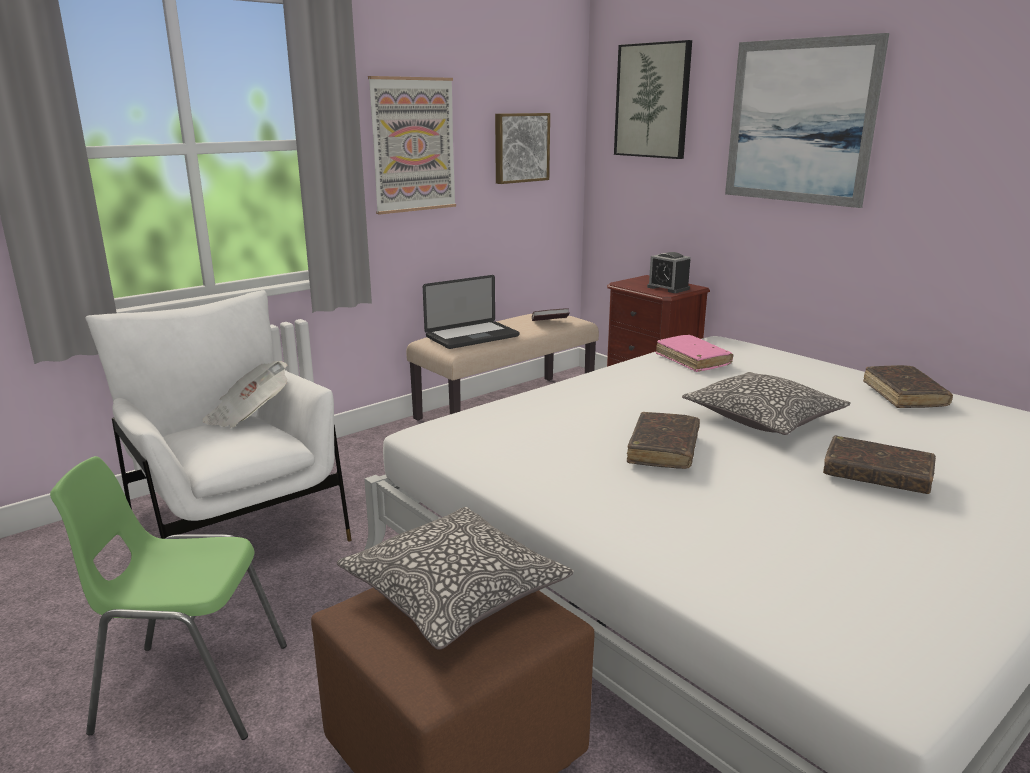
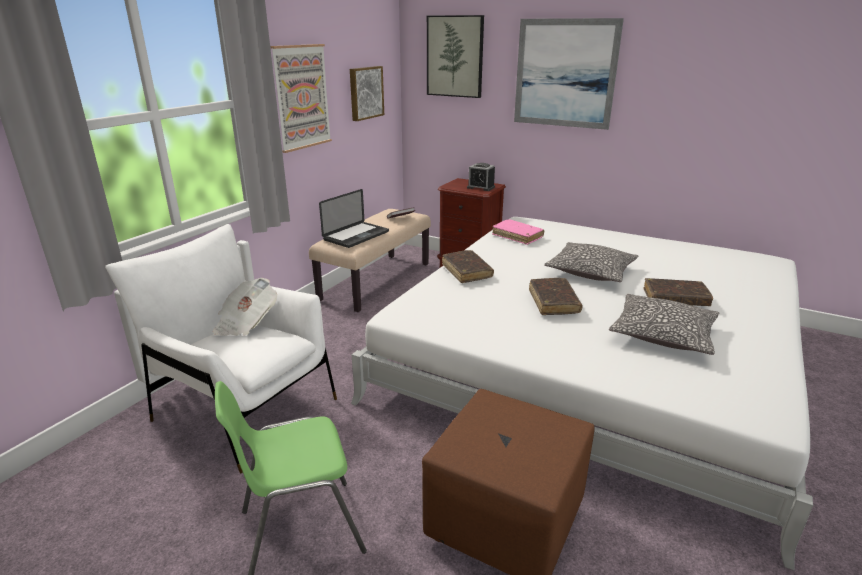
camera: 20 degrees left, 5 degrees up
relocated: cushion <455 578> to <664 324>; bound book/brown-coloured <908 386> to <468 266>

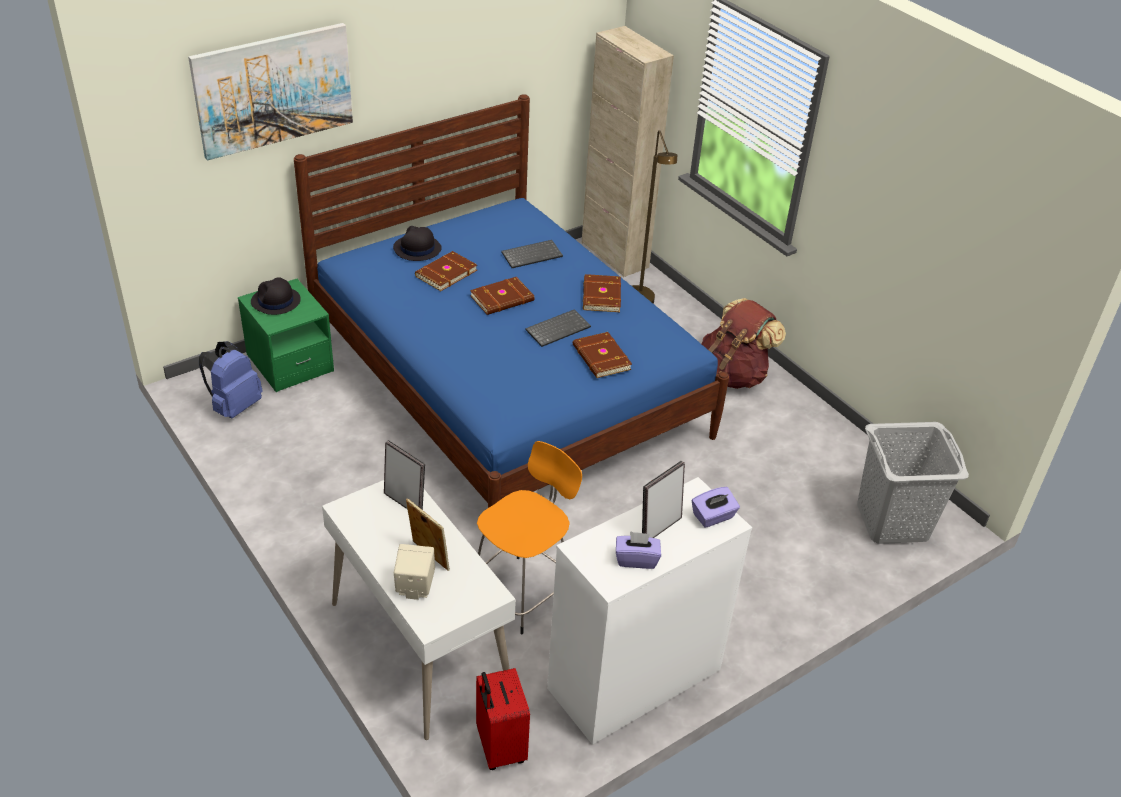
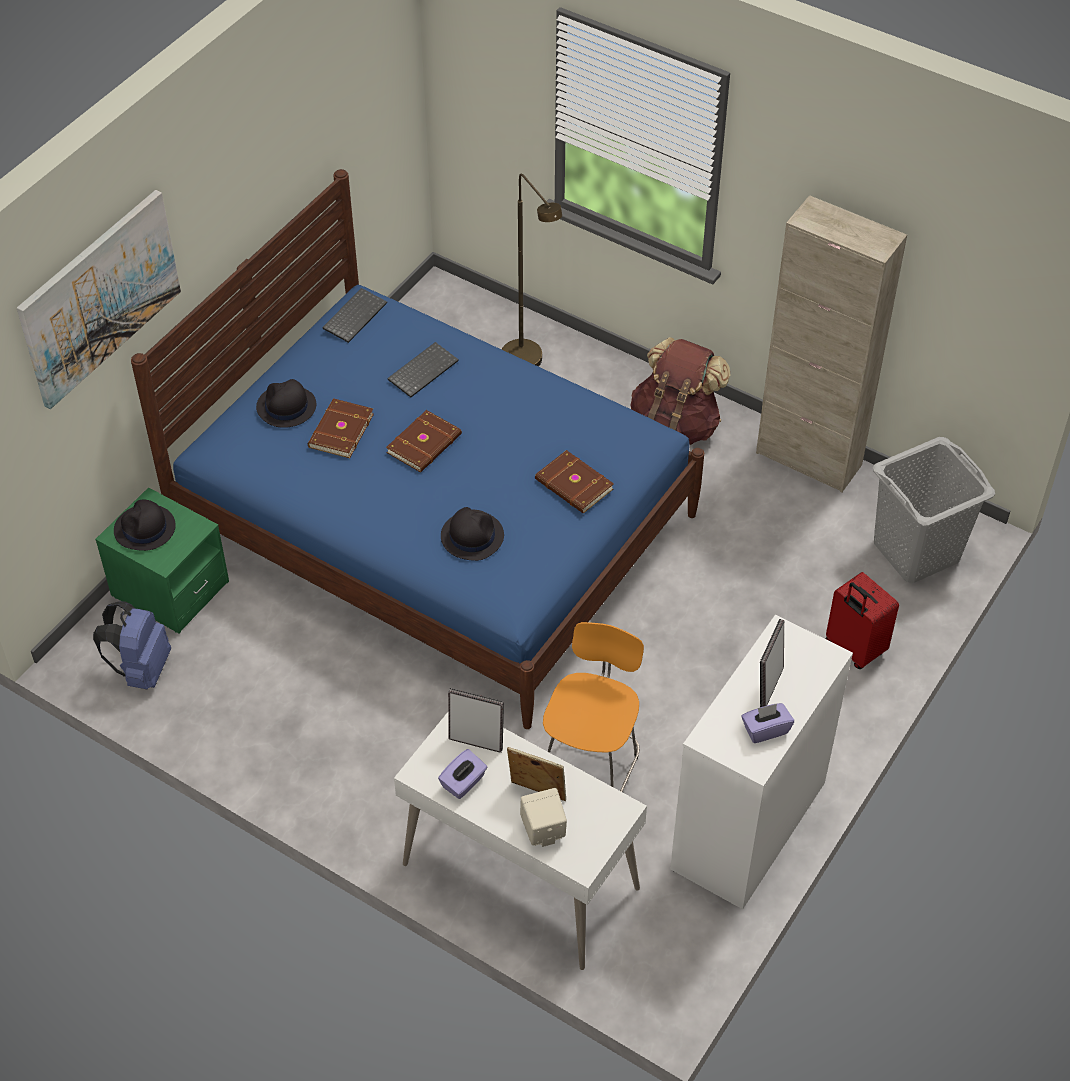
camera: 20 degrees left, 10 degrees up
missing: bound book/brown-coloured <602 293>
appeared: wearable hat/black-coloured <472 534>
relocated: piece of luggage/red <503 719> to <862 620>; computer keyboard <558 328> to <354 315>; storage cabinet/beige-coloured <628 151> to <831 343>; box of tissues/purple-coloured <716 507> to <462 774>

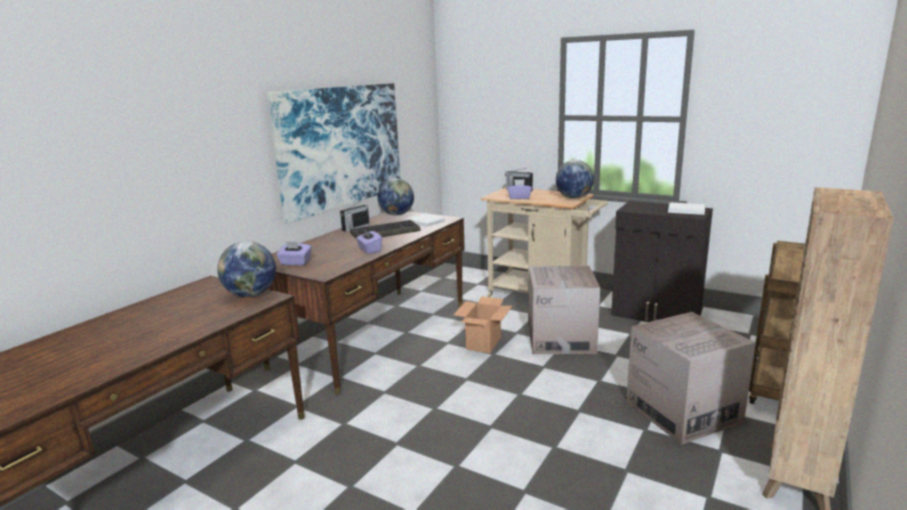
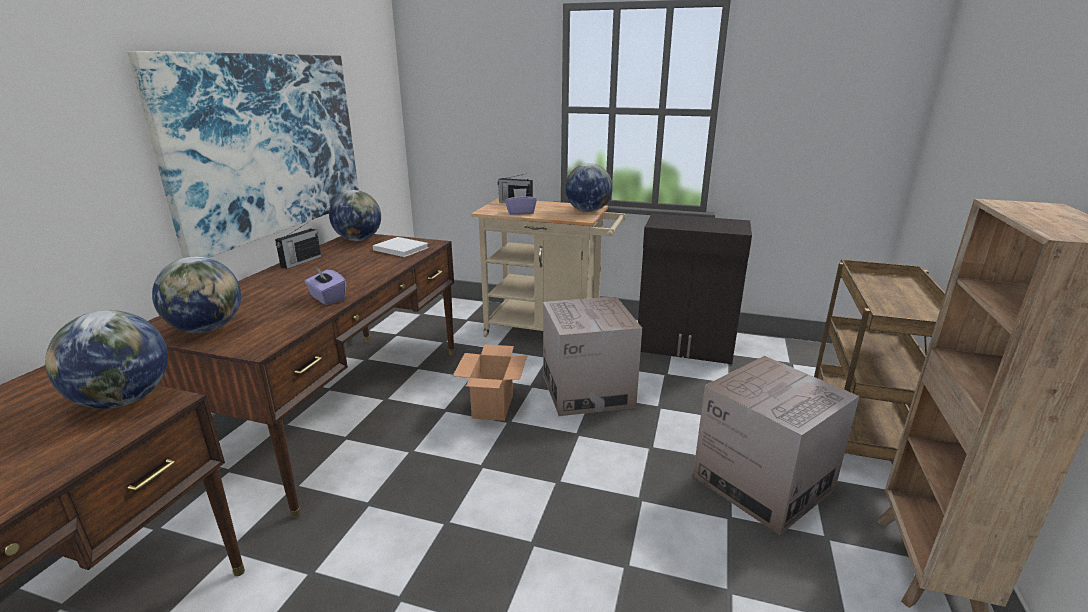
camera: 15 degrees left, 5 degrees up
missing: computer keyboard <385 229>; bound book/white-coloured <686 208>
exchanged: box of tissues/purple-coloured <294 253> to world globe <196 294>

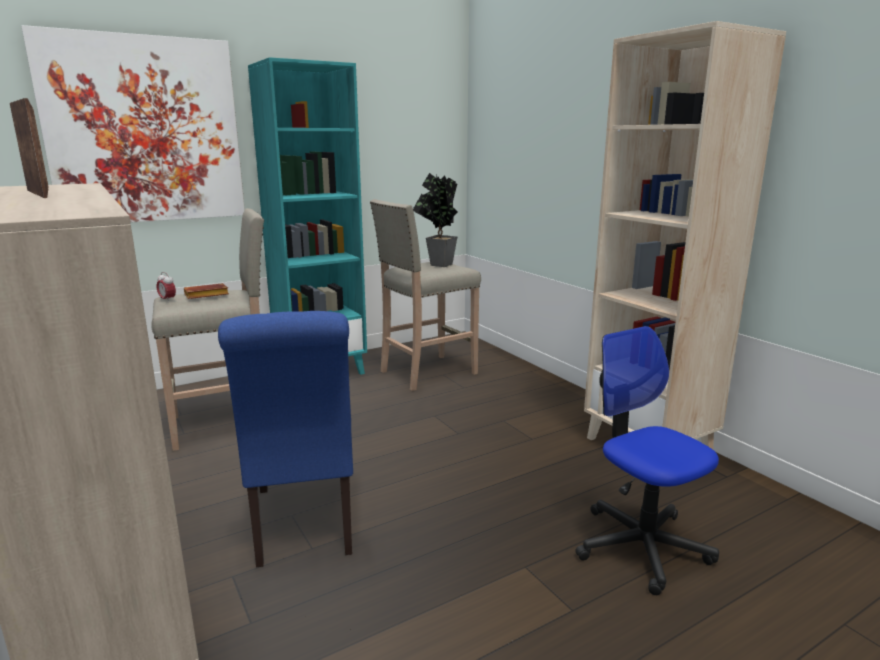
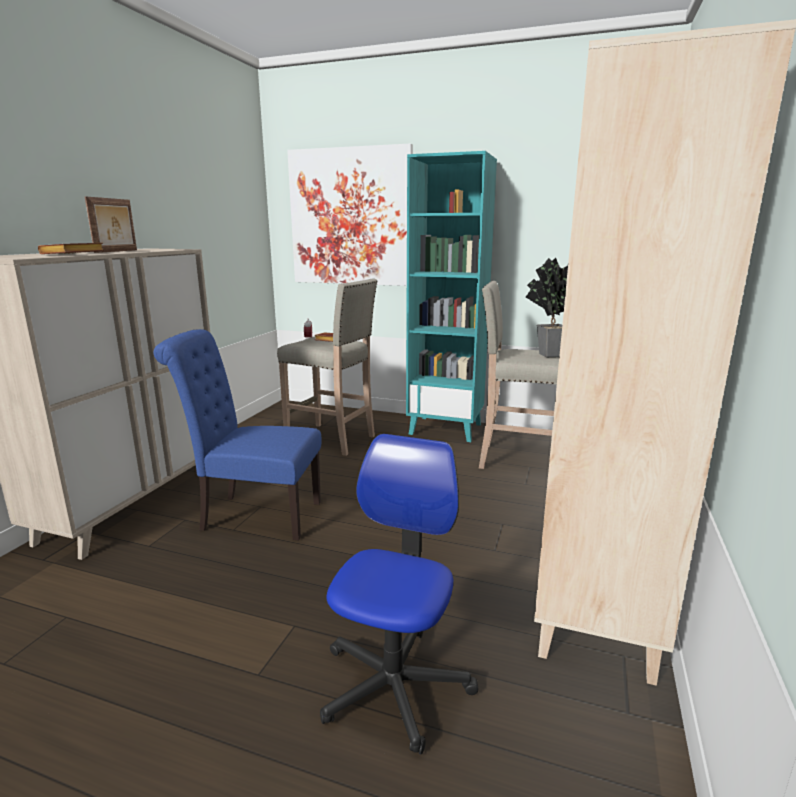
camera: 50 degrees right, 0 degrees up
appeared: bound book/brown-coloured <71 248>
spun: chair/blue <285 439> = <237 434> 60 degrees clockwise

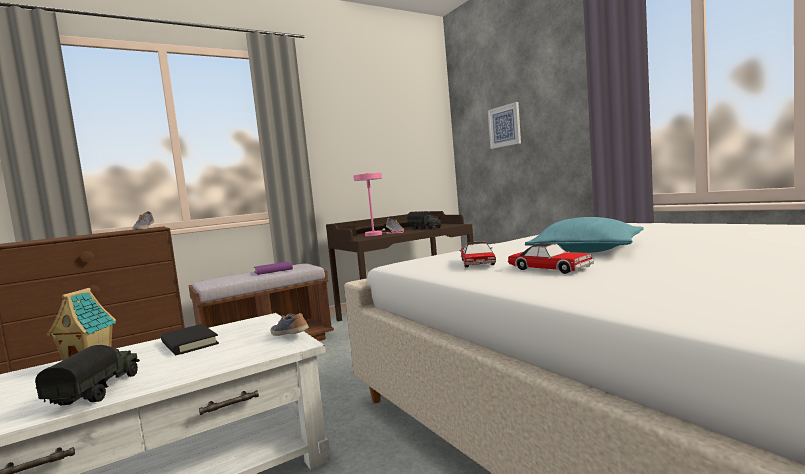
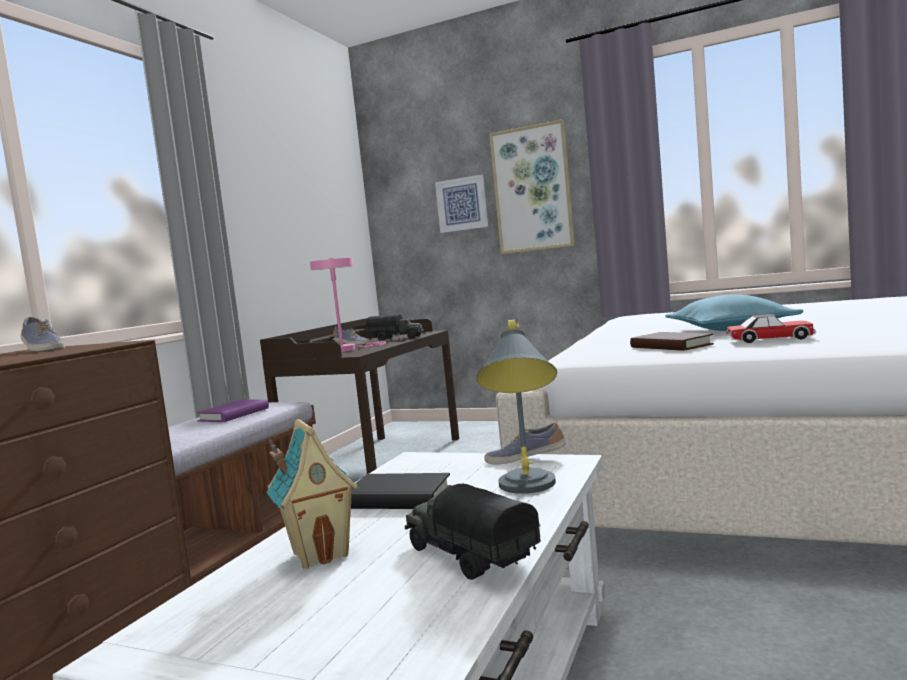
camera: 35 degrees left, 0 degrees up
appeared: table lamp/gray <516 407>; wall picture <532 186>
exchanged: miniature car <477 254> to bound book/brown-coloured <672 341>

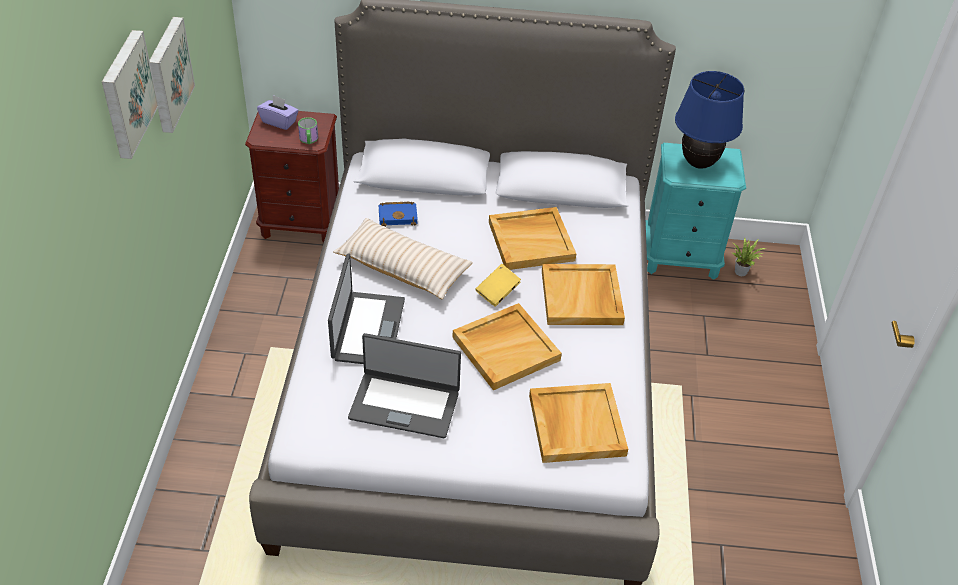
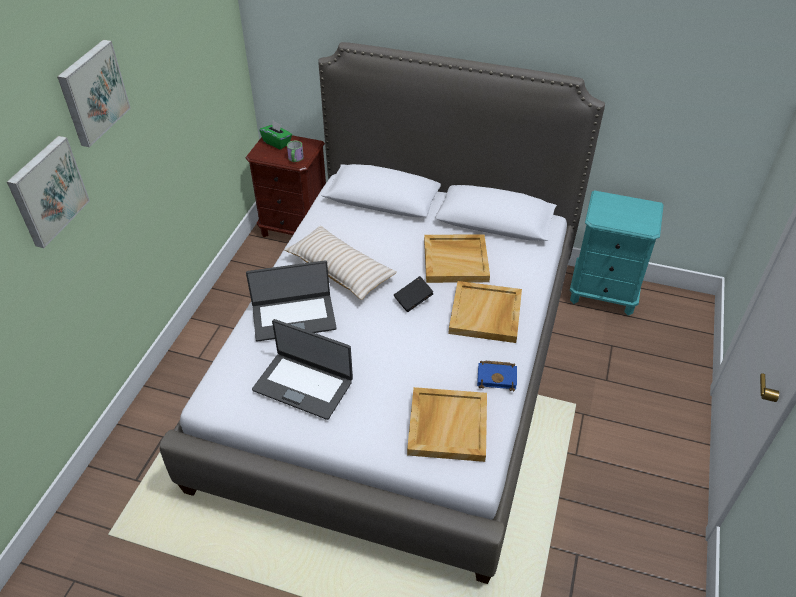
camera: 15 degrees right, 0 degrees up
missing: carrying tray/beige-coloured <507 346>; table lamp/blue <709 120>; plant in a pot <749 256>
relocated: wall picture <172 75> to <48 192>; bound book/blue <398 214> to <497 376>
colour: box of tissues/purple-coloured <278 112> to box of tissues/green-coloured <275 135>; bound book/yellow <498 285> to bound book/black-coloured <414 294>
spun: notebook computer <366 308> = <291 301> 60 degrees clockwise

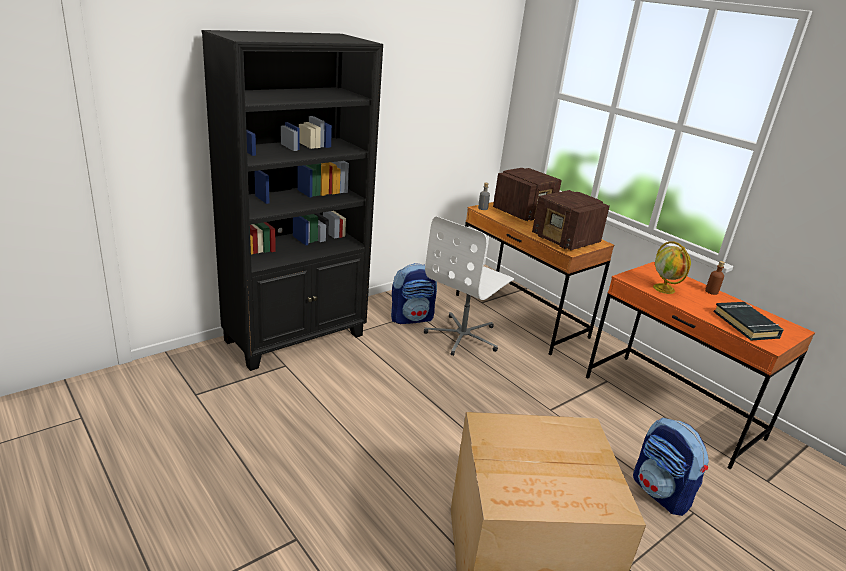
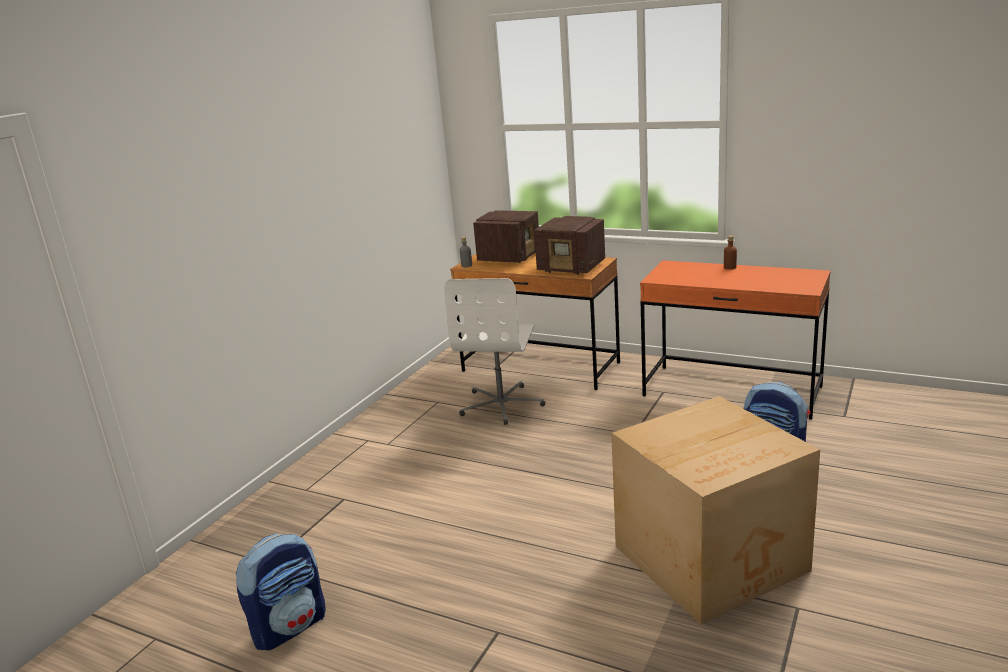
camera: 20 degrees left, 5 degrees down
missing: bookcase/black-coloured <292 200>; world globe <672 267>; bound book/black-coloured <749 321>
relocated: rucksack <414 293> to <281 591>

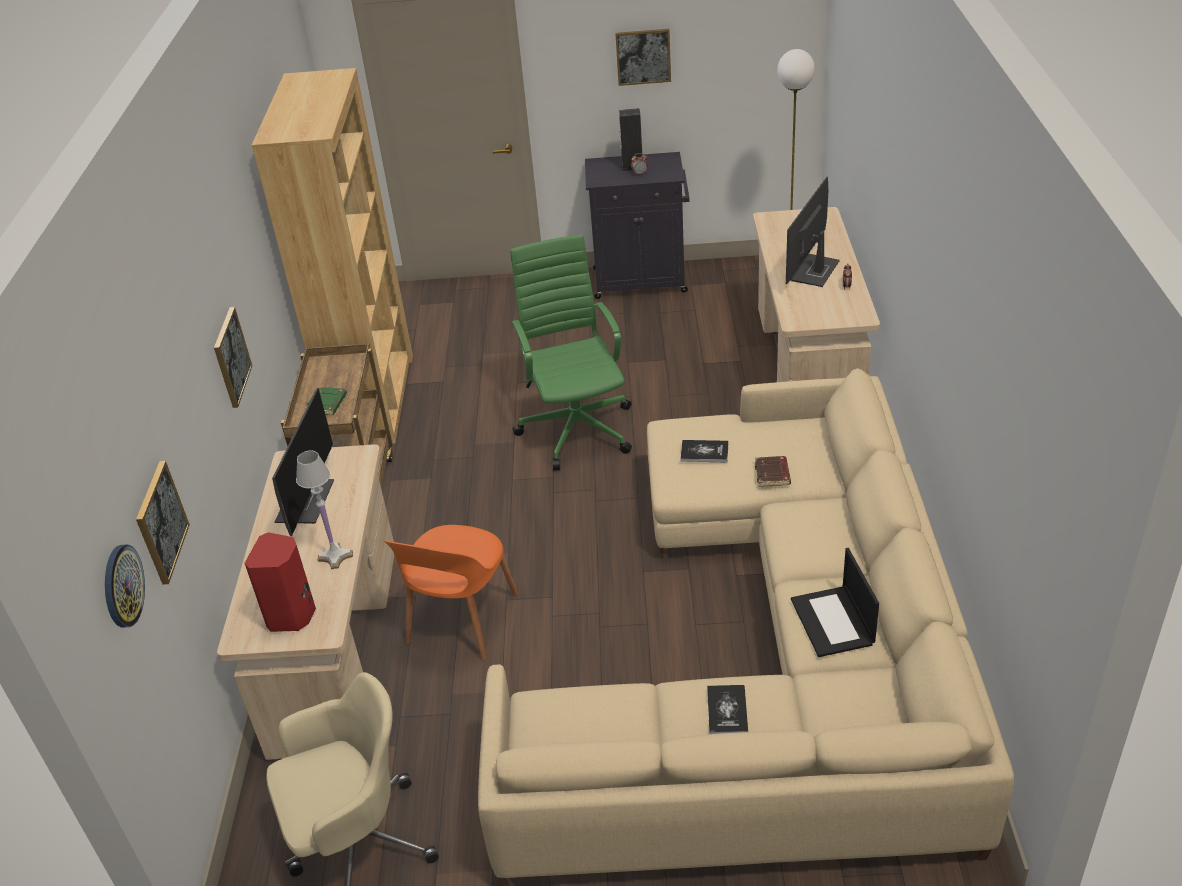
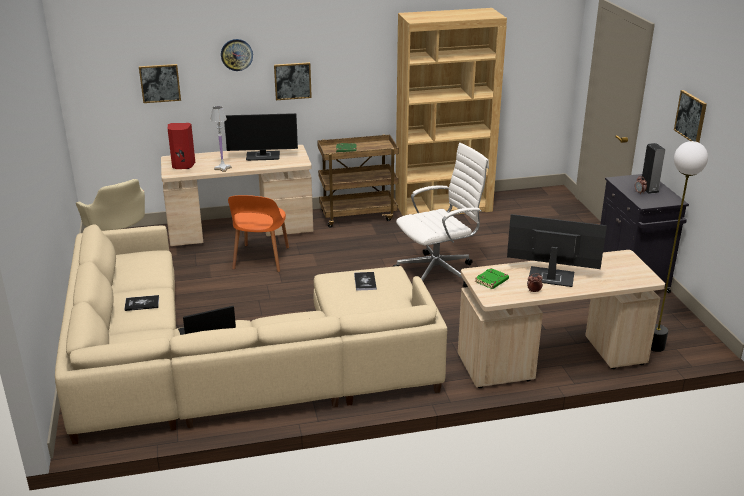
camera: 75 degrees right, 10 degrees down
missing: bound book/brown-coloured <773 471>
appeared: bound book/green-coloured <492 278>
relocated: wall clock <125 586> to <237 55>
colour: office chair/green-coloured <571 352> to office chair/white-coloured <440 215>
spun: chair/orange-coloured <451 593> = <258 233> 90 degrees counterclockwise

